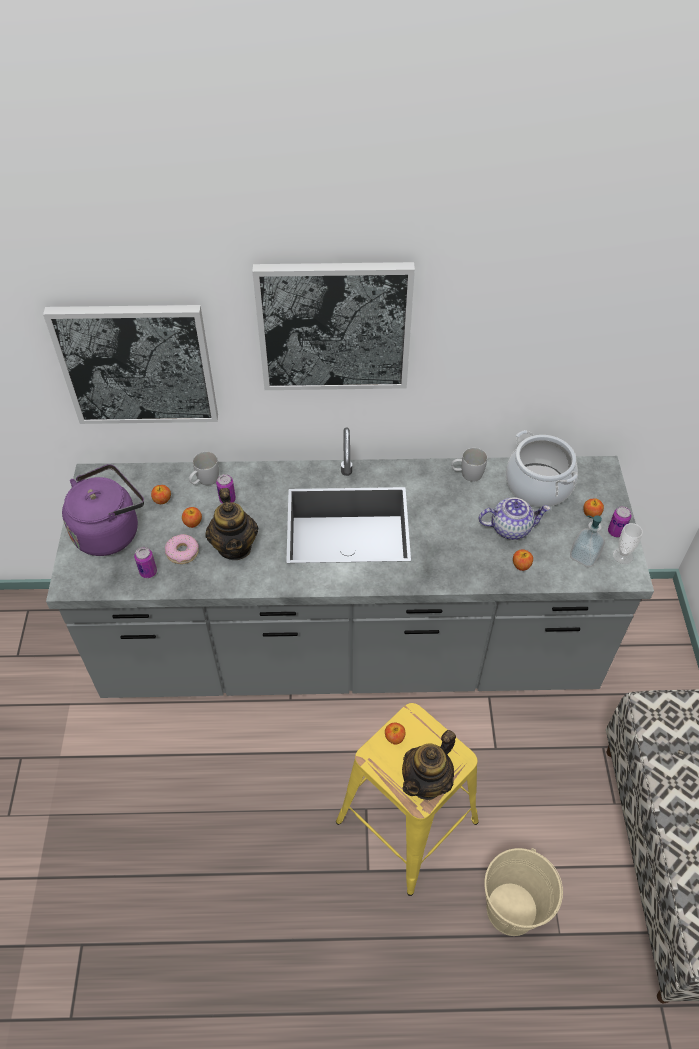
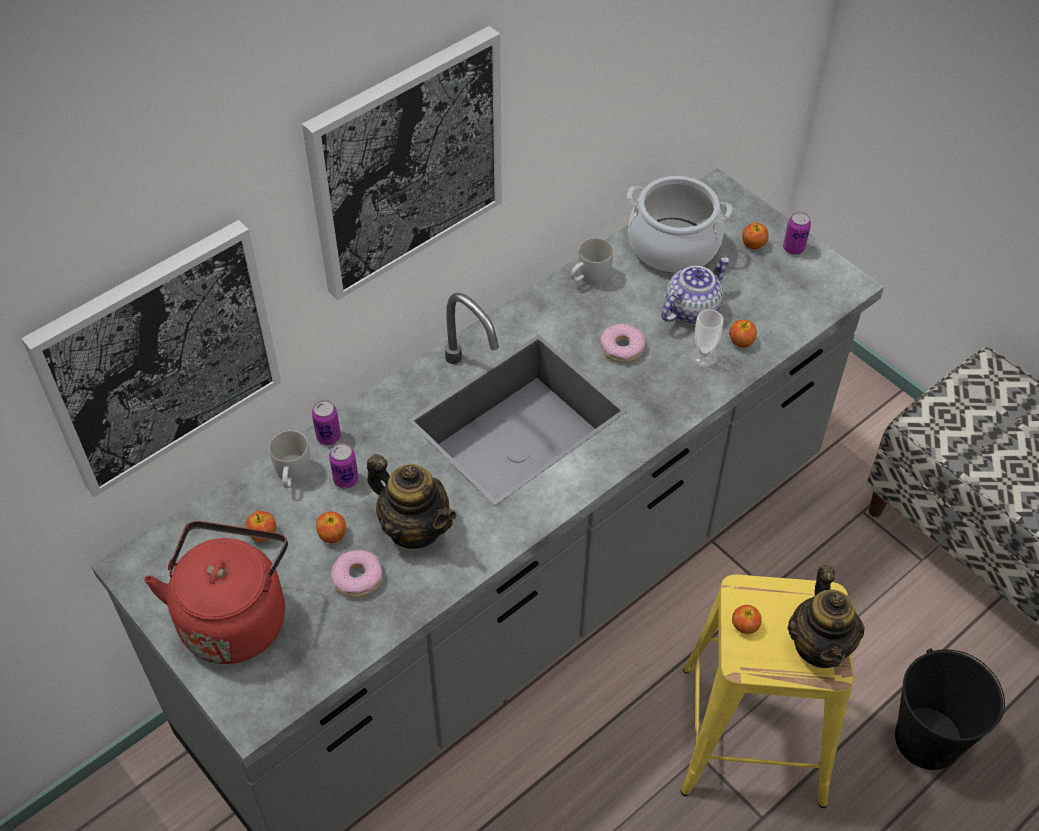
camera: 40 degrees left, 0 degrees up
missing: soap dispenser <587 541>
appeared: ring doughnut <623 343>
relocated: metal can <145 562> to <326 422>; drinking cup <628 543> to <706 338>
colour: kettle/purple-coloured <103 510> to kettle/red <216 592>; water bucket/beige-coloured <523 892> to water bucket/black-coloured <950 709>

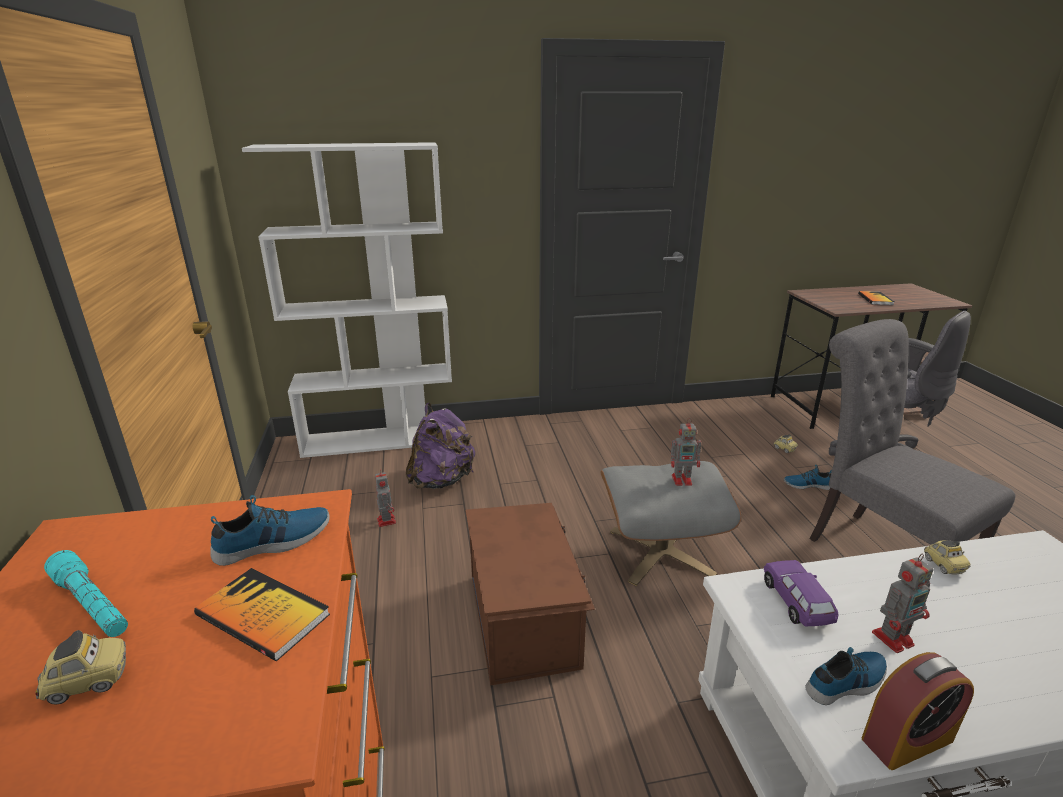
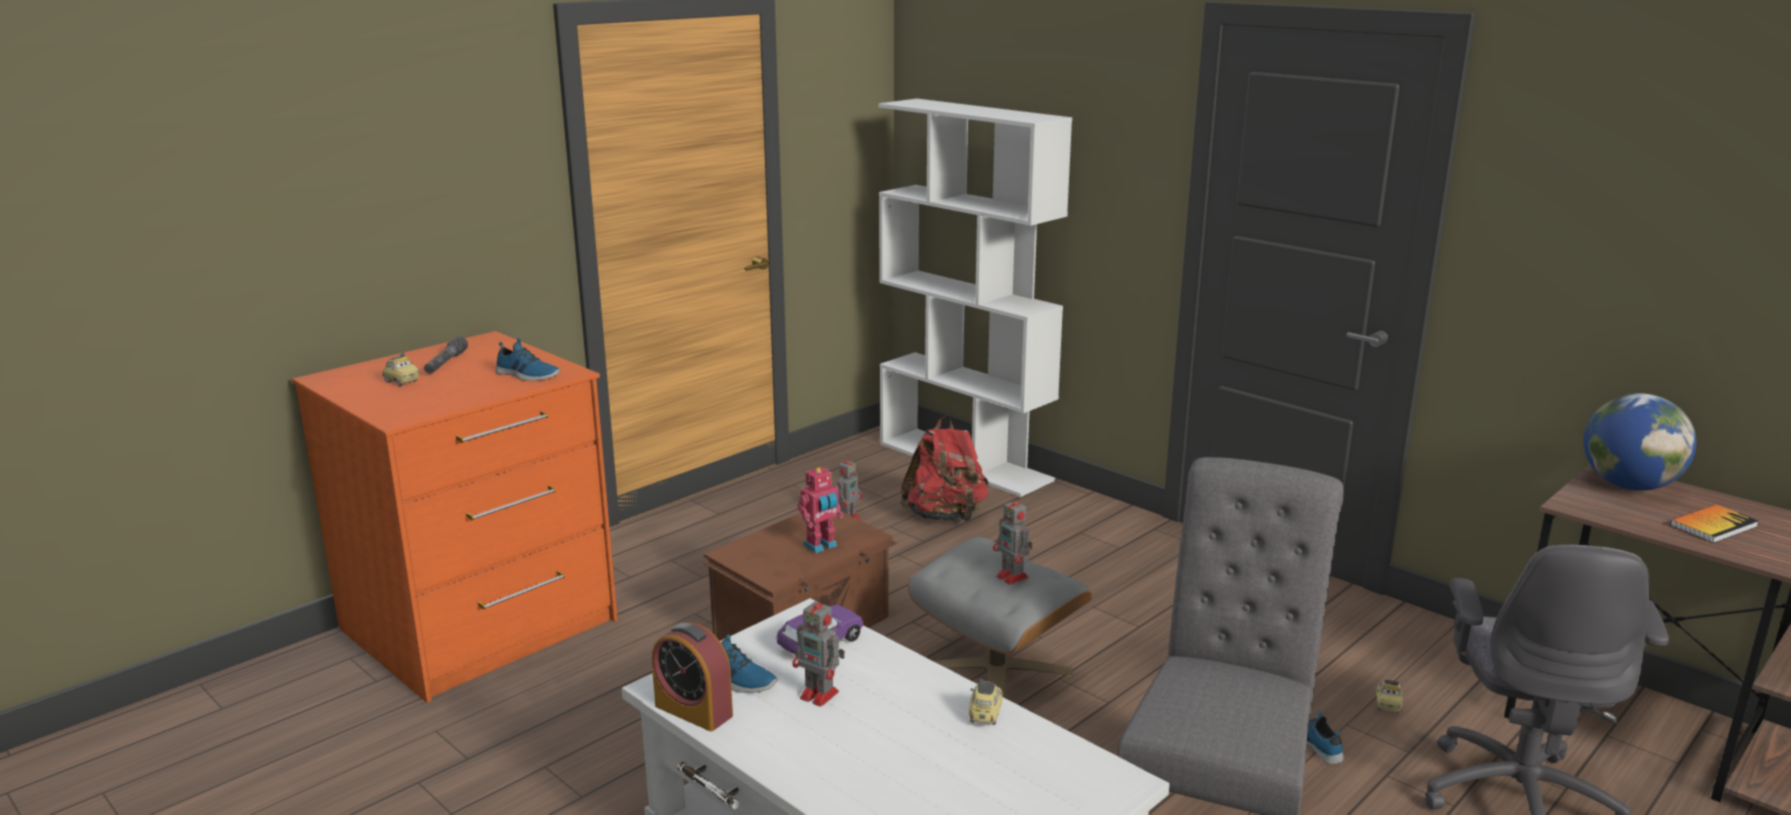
camera: 55 degrees right, 5 degrees down
missing: bound book <262 614>
appeared: toy robot <820 509>; world globe <1640 442>
colour: hand torch/turquoise <86 593> to hand torch/gray <446 355>; rucksack/purple-coloured <440 446> to rucksack/red <944 468>
spun: miniature car <947 557> = <986 702> 150 degrees clockwise

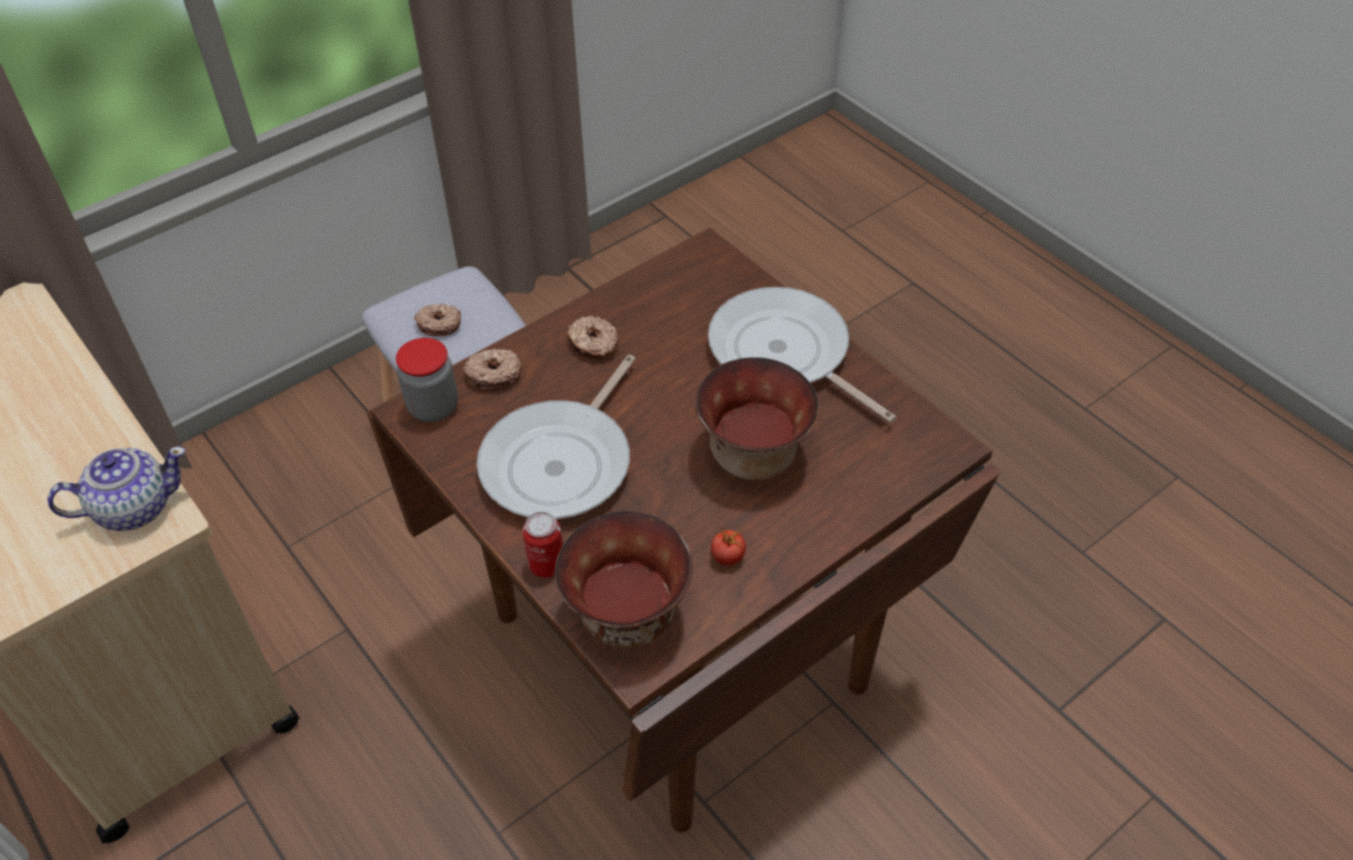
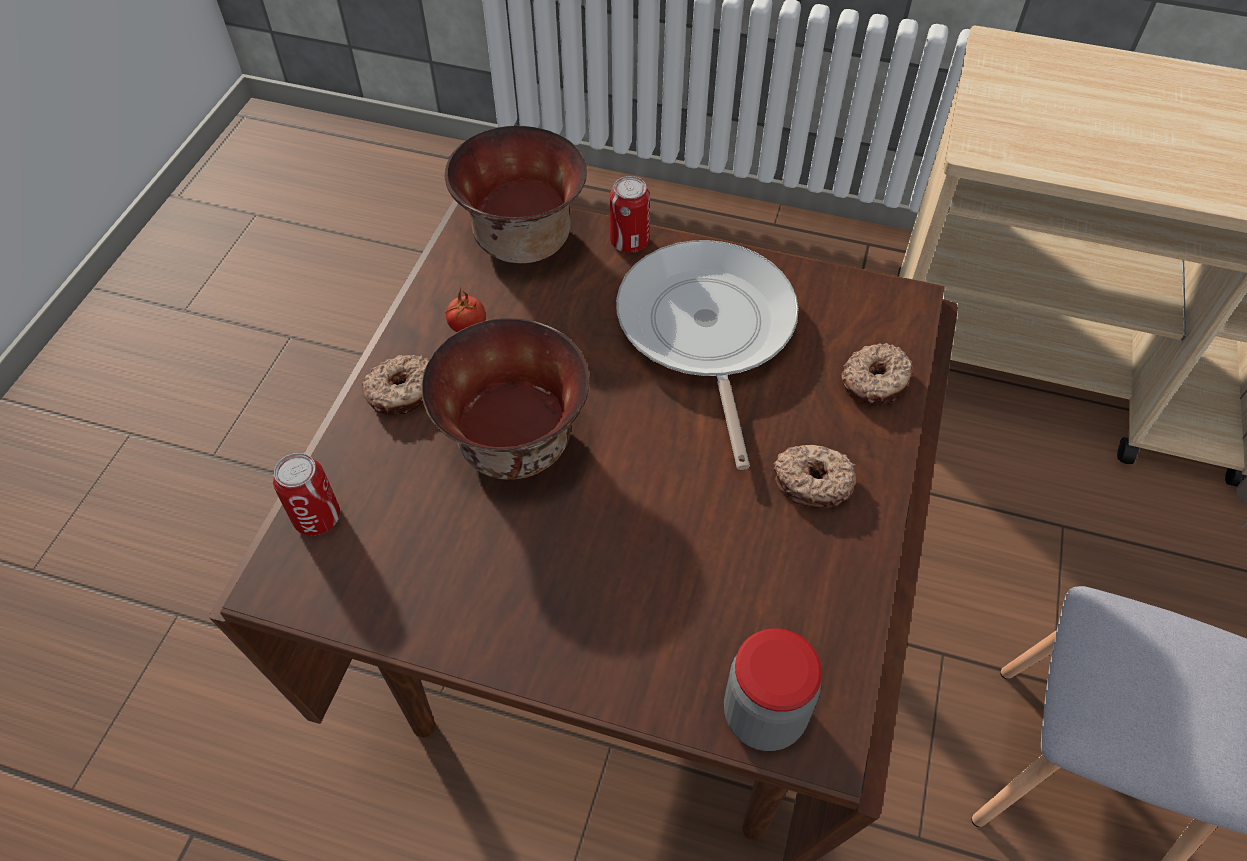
camera: 145 degrees right, 5 degrees up
missing: pot for tea <116 488>; frying pan <802 354>
appeared: metal can <306 494>
relocated: preserve jar <427 380> to <773 690>; ring doughnut <437 320> to <395 385>

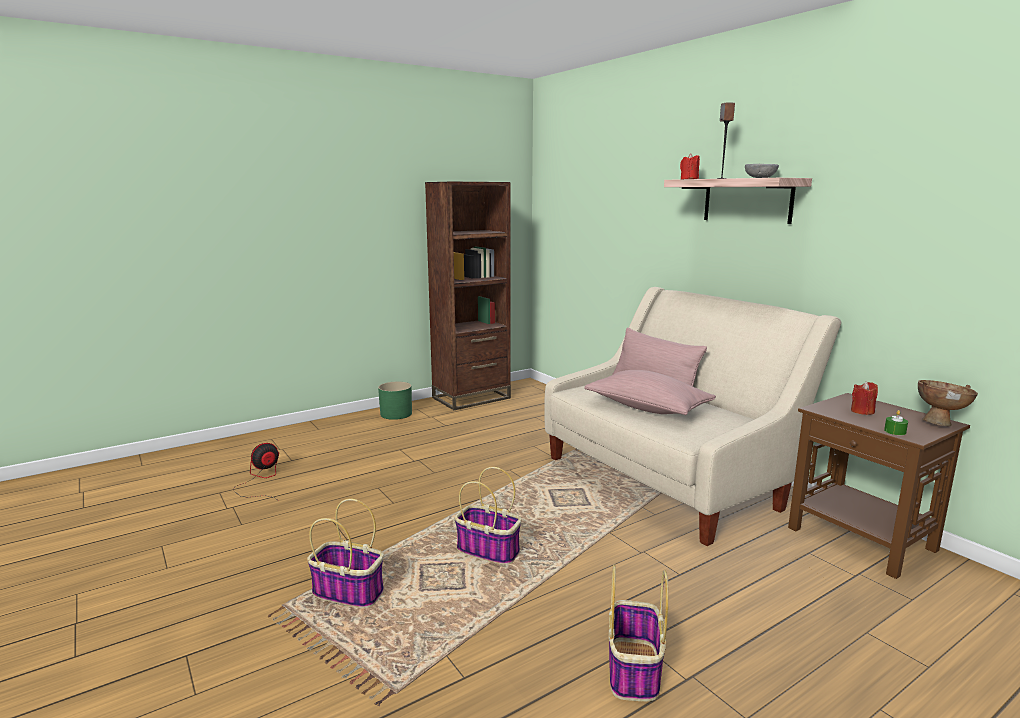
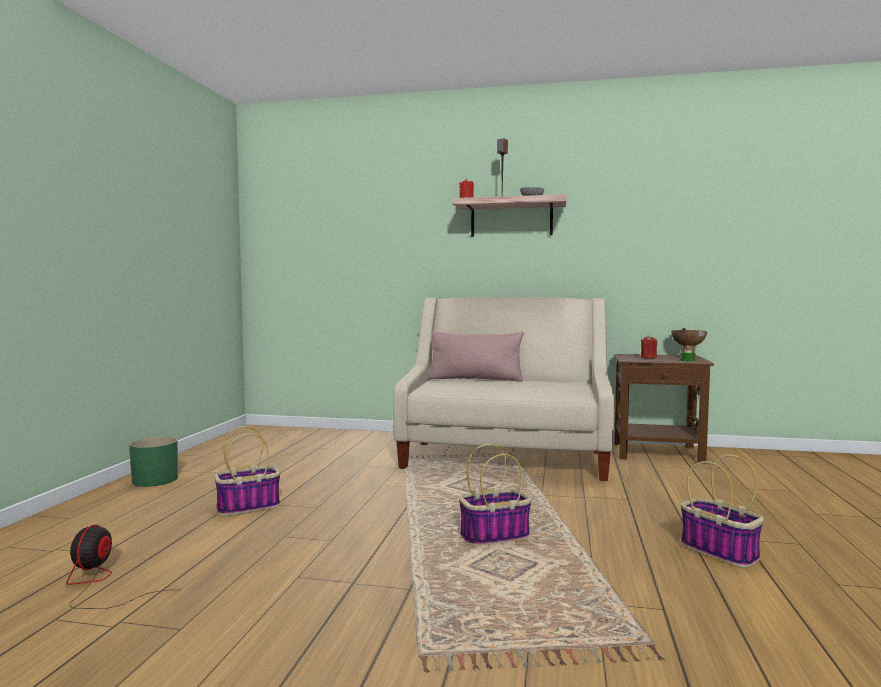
camera: 45 degrees left, 10 degrees down
missing: bookcase/brown-coloured <468 296>; cushion/pinkish <650 392>
relocated: basket <345 553> to <247 471>

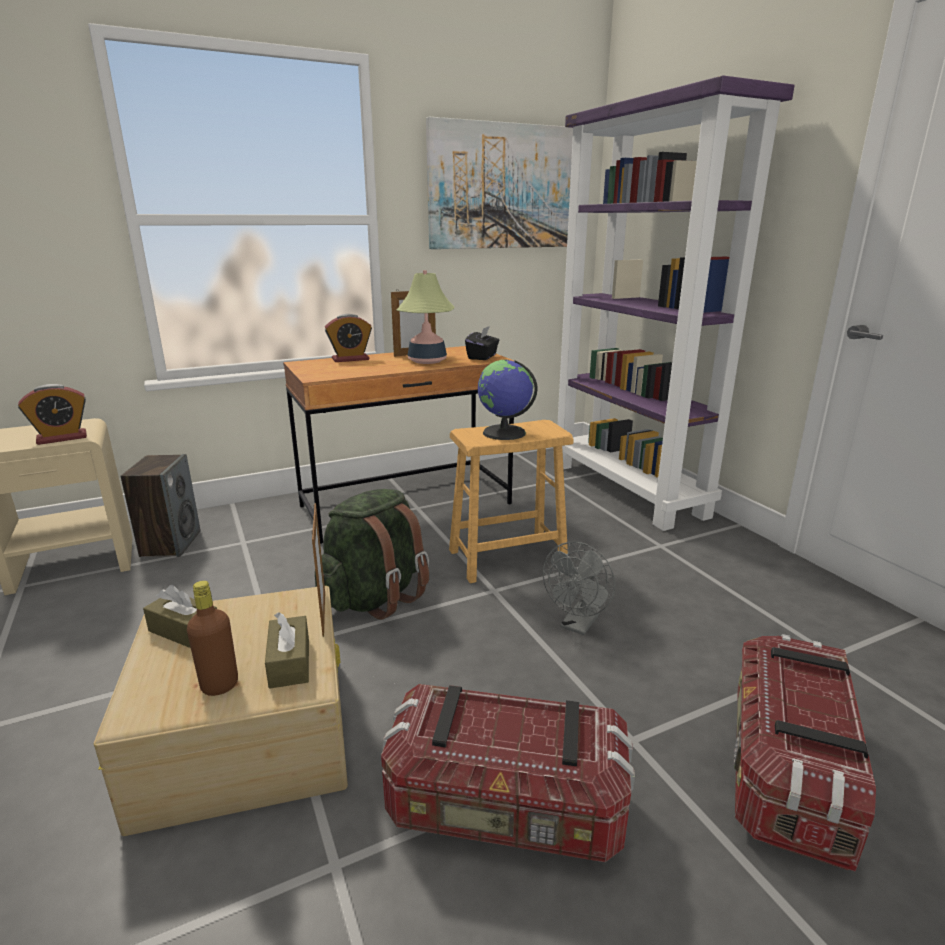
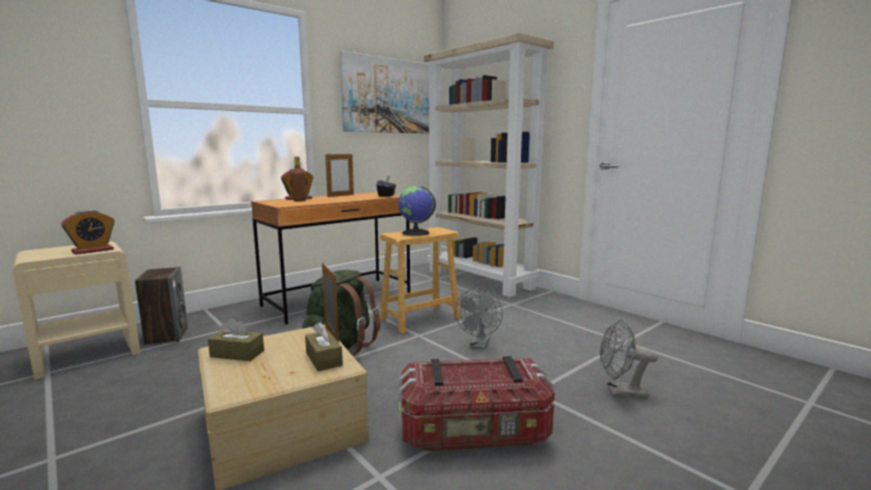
camera: 15 degrees left, 10 degrees down
missing: table lamp <425 317>
relocated: beverage bottle/brown-coloured <212 638> to <298 179>
exchanged: storage container <805 753> to cooling fan/gray <629 359>
colour: bookcase/purple-coloured <674 303> to bookcase/beige-coloured <489 164>

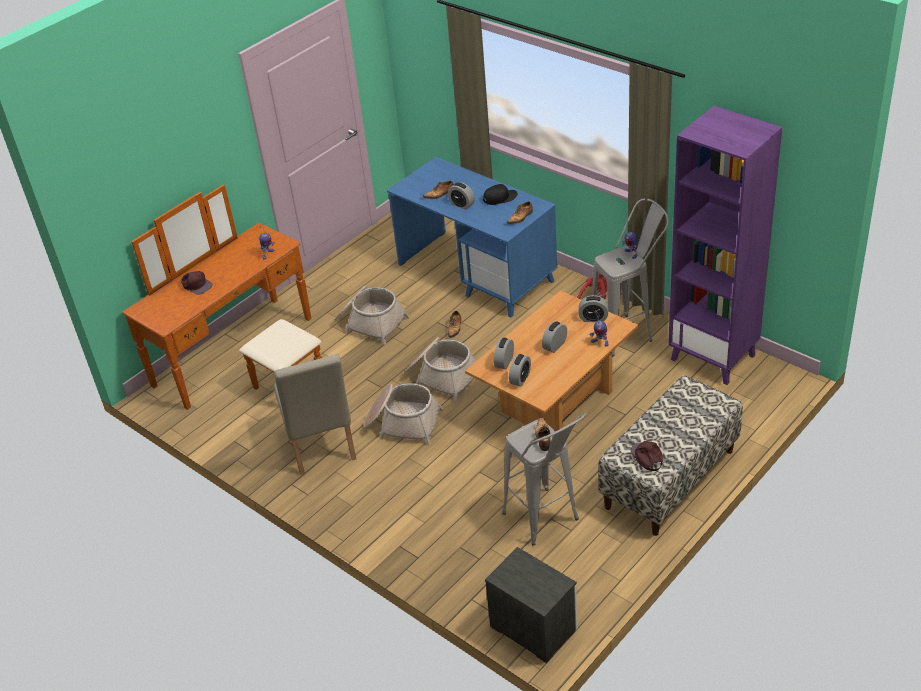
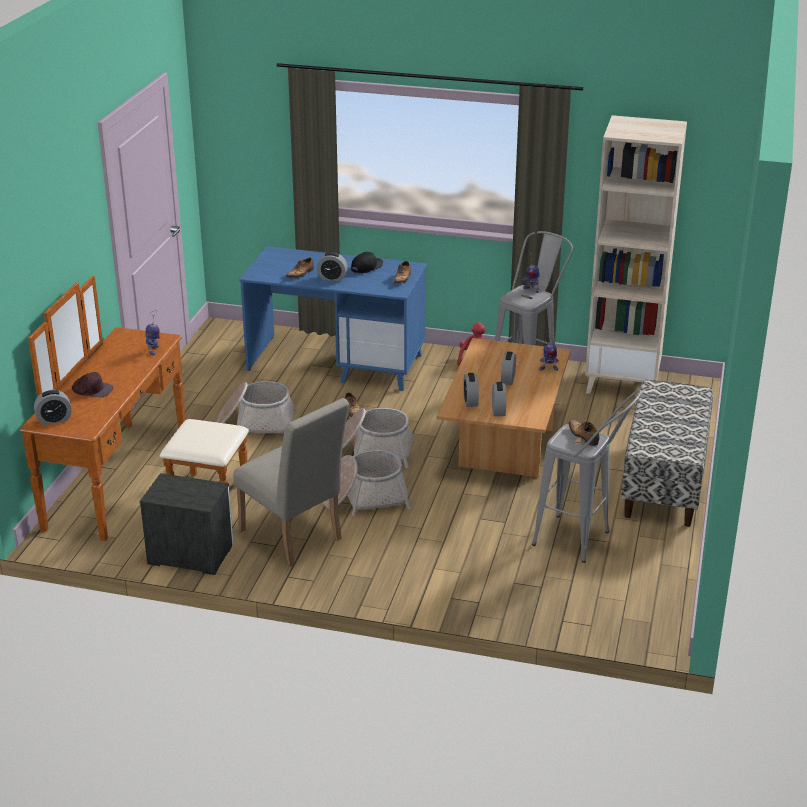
camera: 30 degrees left, 10 degrees down
missing: cap/brown-coloured <647 456>
relocated: bedside table <531 605> to <186 524>; bedside clock <593 308> to <53 407>
colour: bookcase/purple-coloured <725 245> to bookcase/beige-coloured <636 254>

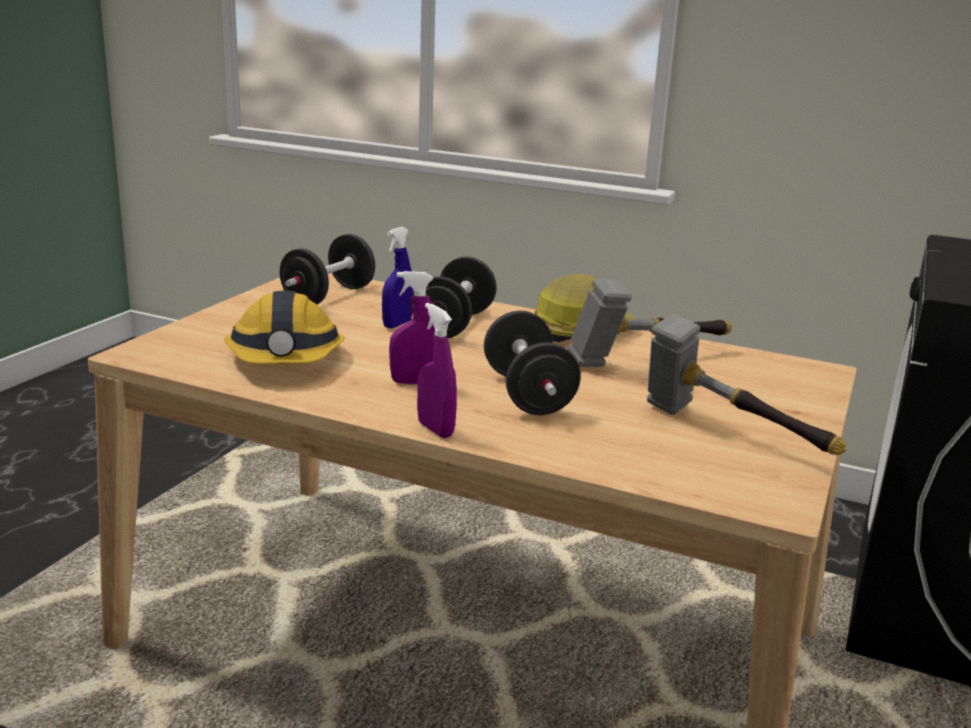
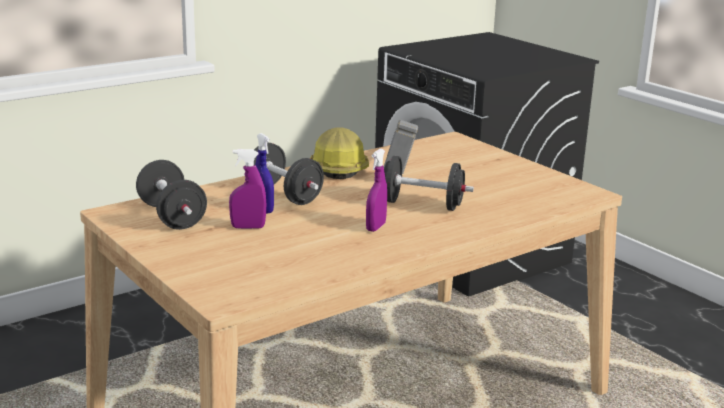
camera: 60 degrees left, 0 degrees up
missing: work helmet <285 327>; hand hammer <746 384>
relocated: hand sprayer/purple-coloured <437 370> to <247 189>

